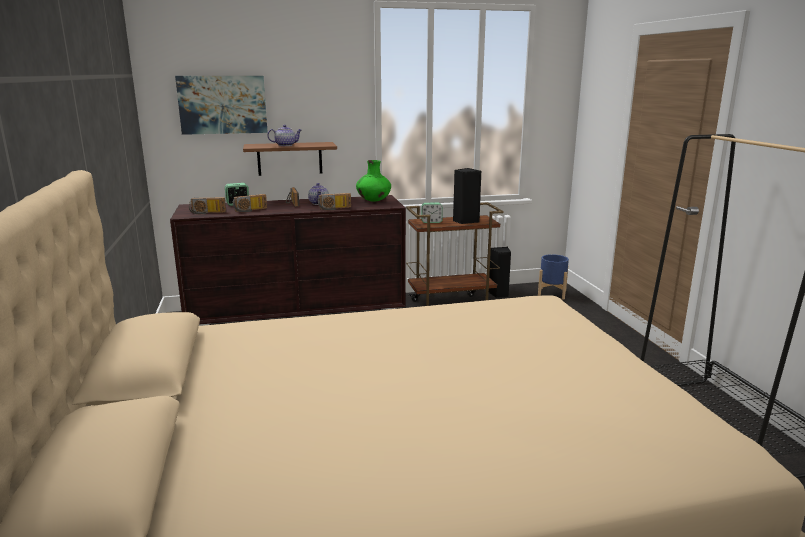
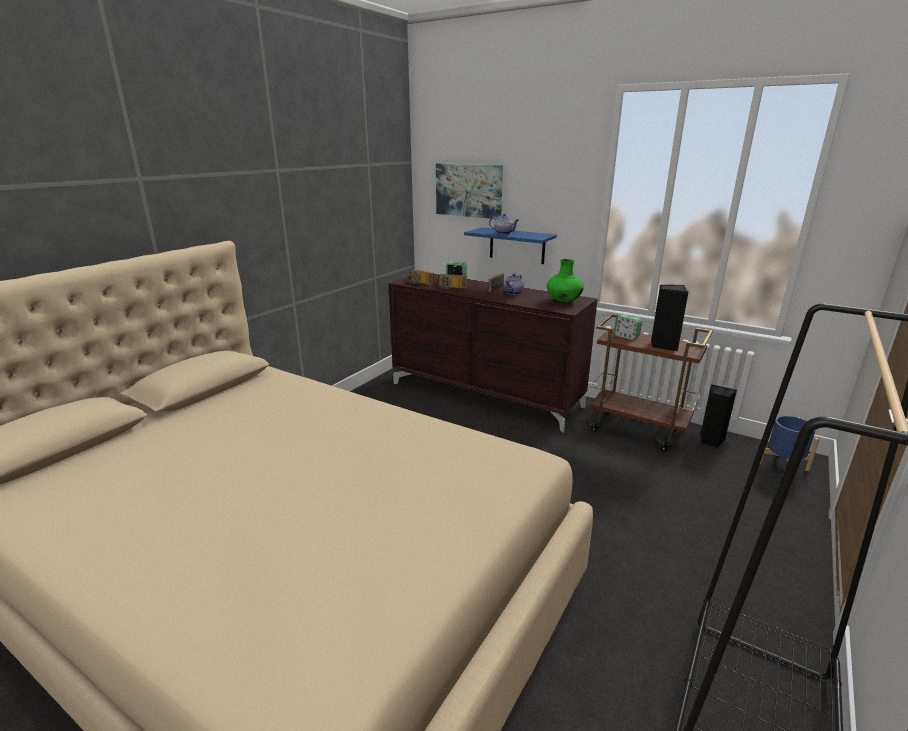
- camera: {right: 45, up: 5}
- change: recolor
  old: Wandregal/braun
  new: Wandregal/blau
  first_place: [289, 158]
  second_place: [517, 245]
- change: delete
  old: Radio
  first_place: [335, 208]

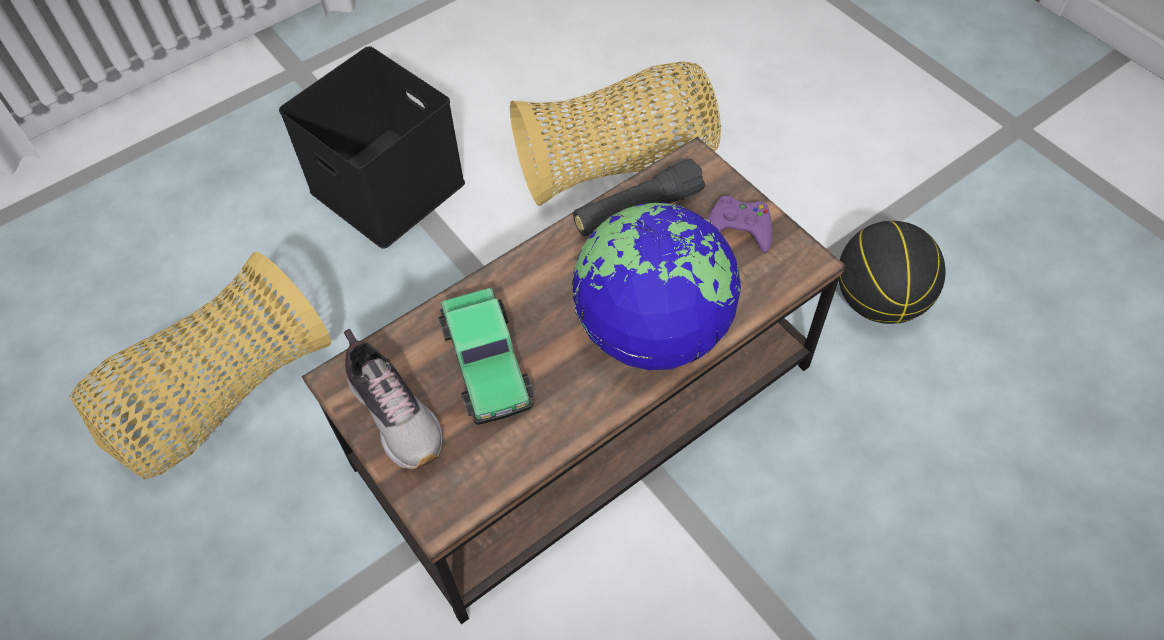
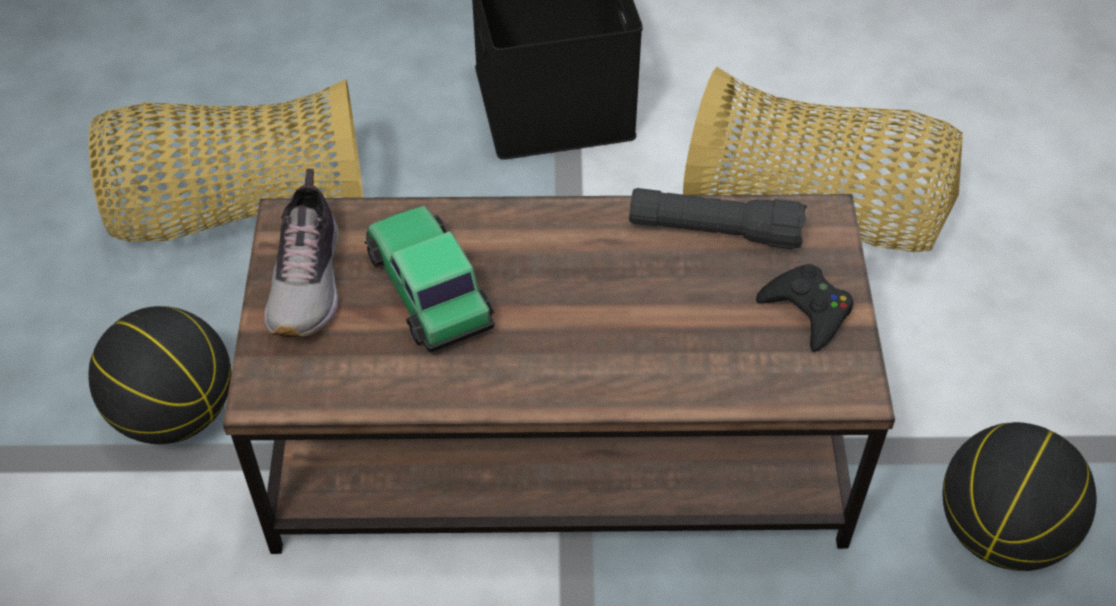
- camera: {right: 35, up: -5}
- change: insert
  new: Basketball
  second_place: [175, 414]
- change: rotate
  old: Spielzeugauto
  first_place: [486, 364]
  second_place: [428, 287]
  degrees: 135
- change: recolor
  old: Gamepad/lila
  new: Gamepad/schwarz
  first_place: [738, 228]
  second_place: [807, 311]
- change: delete
  old: Globus
  first_place: [652, 331]

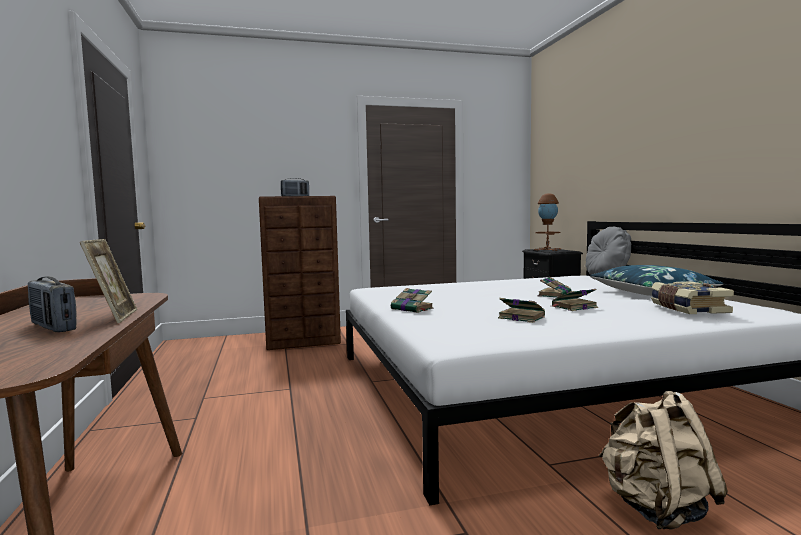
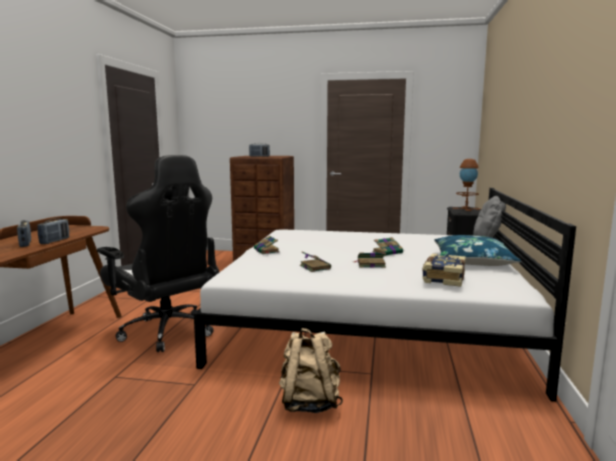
- camera: {right: 25, up: 5}
- change: replace
  old: Bilderrahmen
  new: Radio
  first_place: [114, 317]
  second_place: [55, 241]
- change: insert
  new: Bürostuhl/schwarz
  second_place: [164, 330]

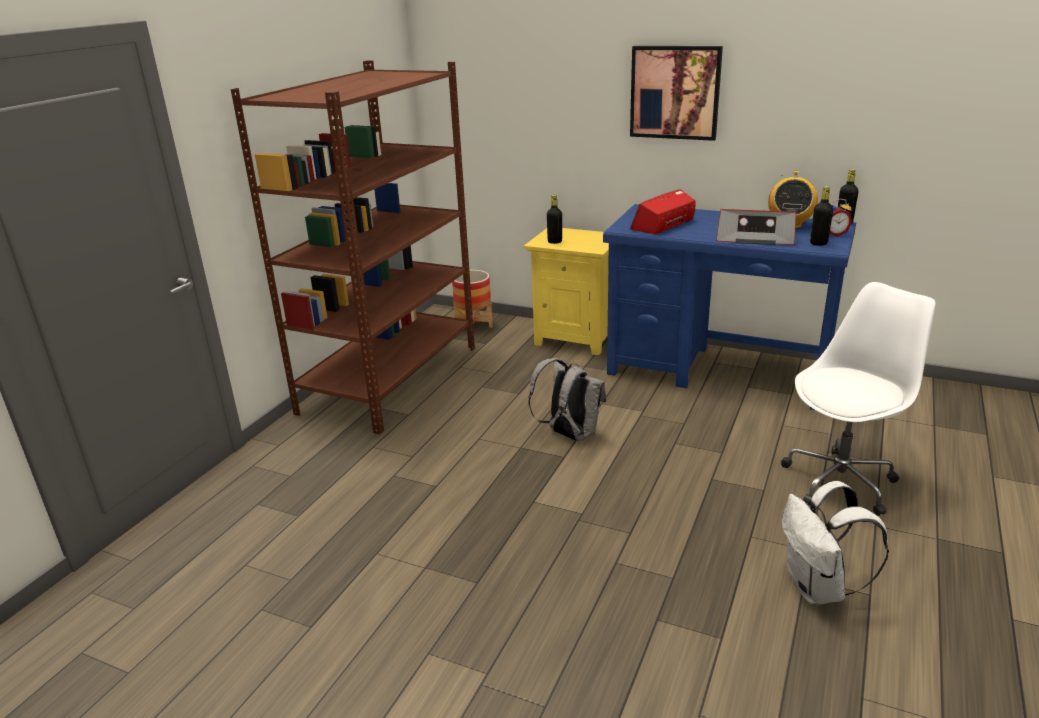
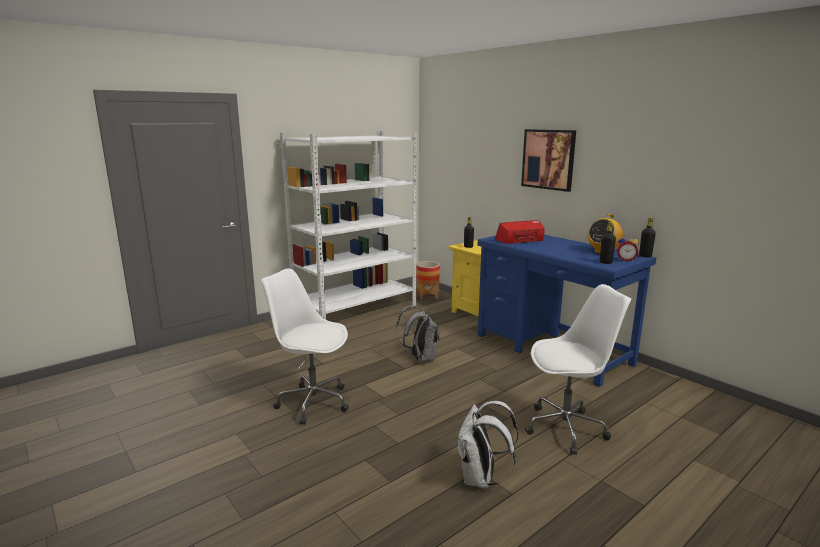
- camera: {right: 25, up: -10}
- change: insert
  new: Bürostuhl/weiß
  second_place: [312, 402]
- change: recolor
  old: Bücherregal/braun
  new: Bücherregal/weiß
  first_place: [390, 379]
  second_place: [356, 311]
- change: delete
  old: Radio
  first_place: [755, 238]

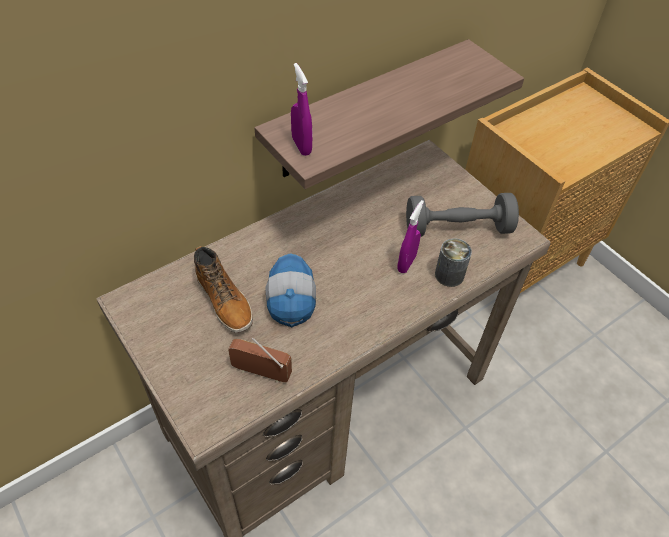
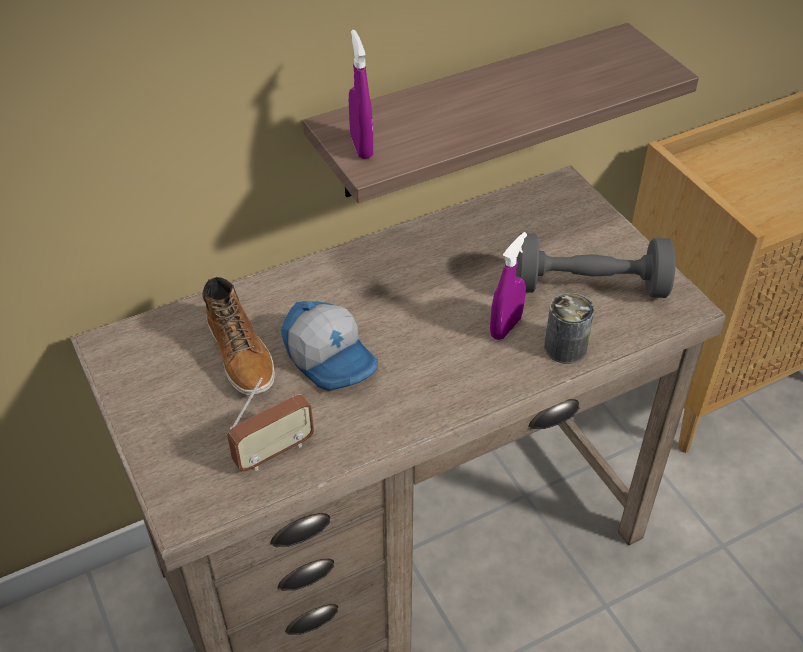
- camera: {right: 10, up: -5}
- change: rotate
  old: Radio
  first_place: [261, 373]
  second_place: [274, 452]
  degrees: 120
- change: rotate
  old: Kappe
  first_place: [289, 296]
  second_place: [331, 357]
  degrees: 135

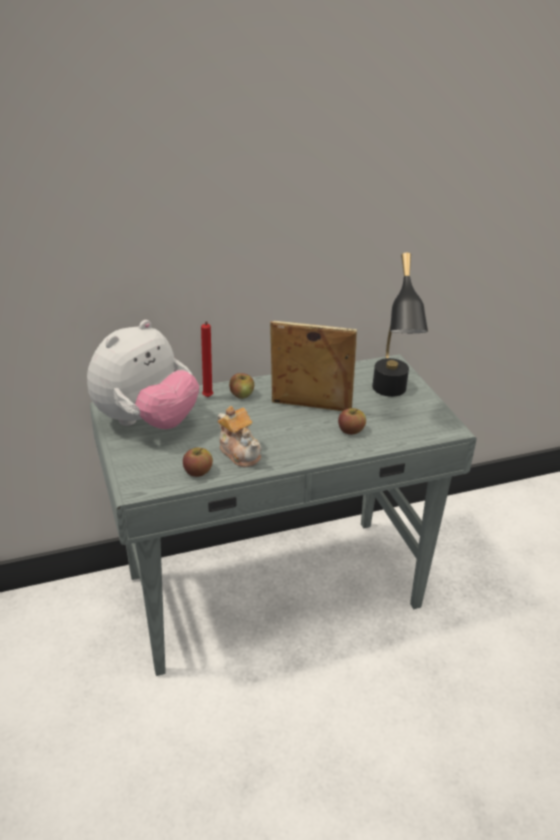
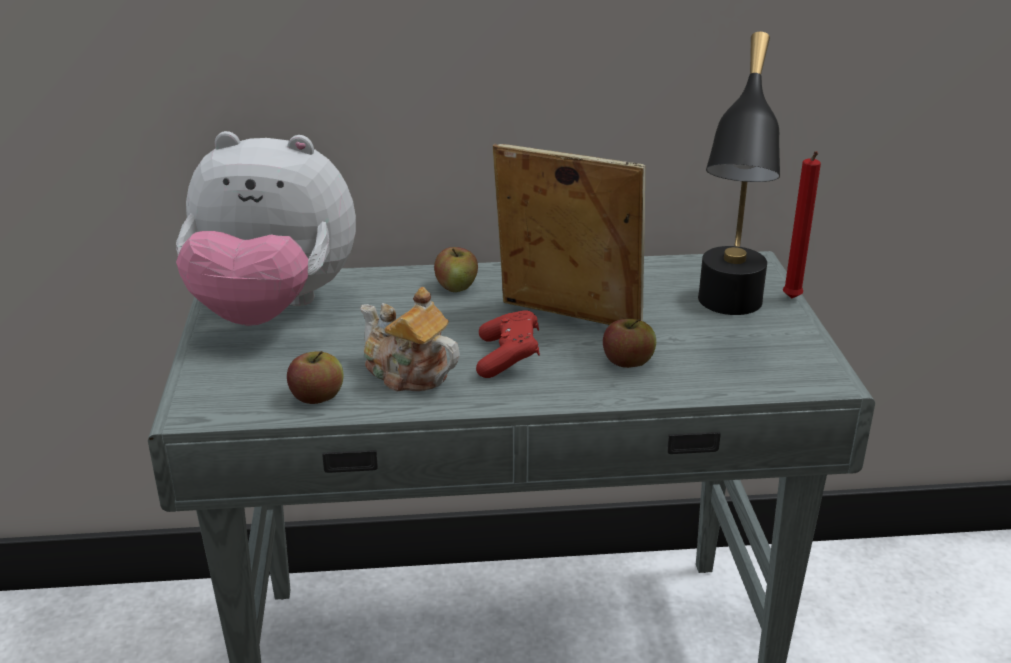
- camera: {right: 15, up: -5}
- change: rotate
  old: Plüschtier
  first_place: [146, 422]
  second_place: [272, 310]
  degrees: 45
- change: rotate
  old: Teekanne
  first_place: [240, 452]
  second_place: [407, 374]
  degrees: 150
- change: insert
  new: Gamepad/rot
  second_place: [508, 358]
- change: move
  old: Kerze/rot
  first_place: [207, 398]
  second_place: [791, 300]

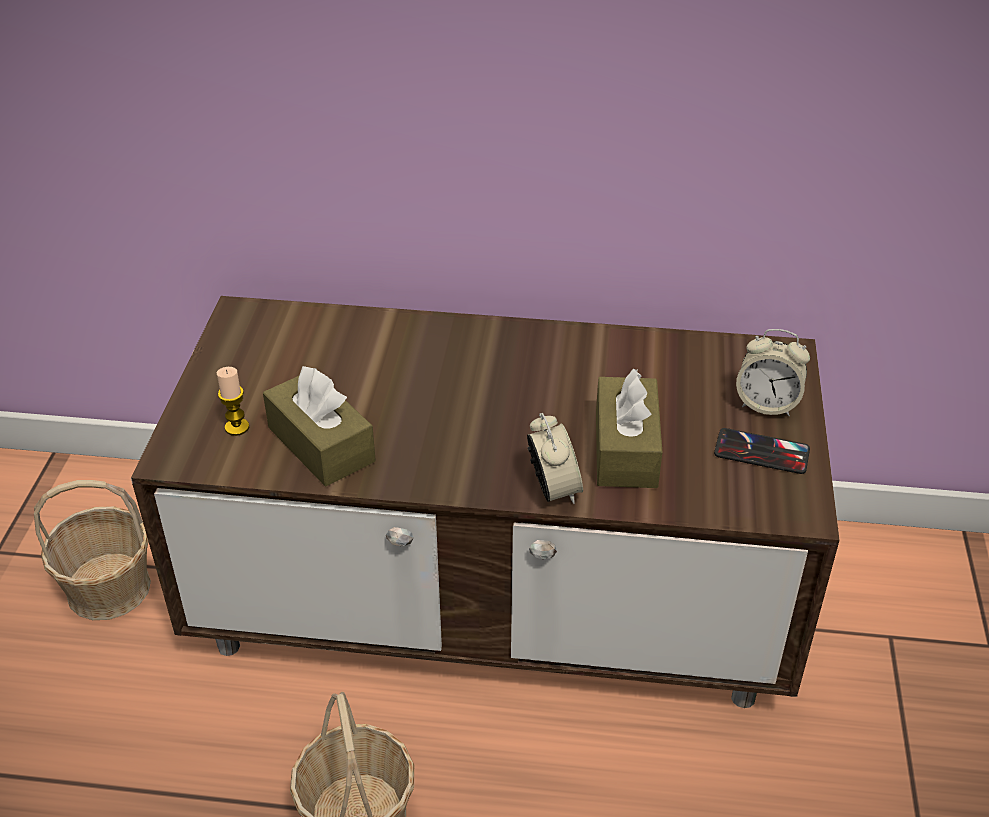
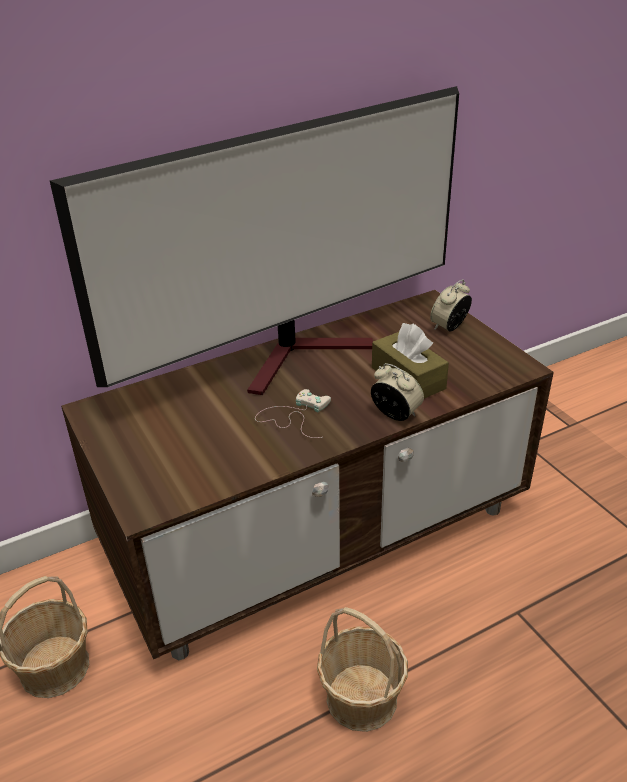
- camera: {right: -35, up: -5}
- change: insert
  new: Fernseher
  second_place: [303, 354]
- change: insert
  new: Gamepad/weiß
  second_place: [294, 416]
- change: rotate
  old: Wecker
  first_place: [767, 404]
  second_place: [449, 327]
  degrees: 150
- change: delete
  old: Kerze
  first_place: [237, 427]
- change: delete
  old: Taschentuchbox/braun
  first_place: [321, 444]
- change: delete
  old: Handy
  first_place: [761, 452]

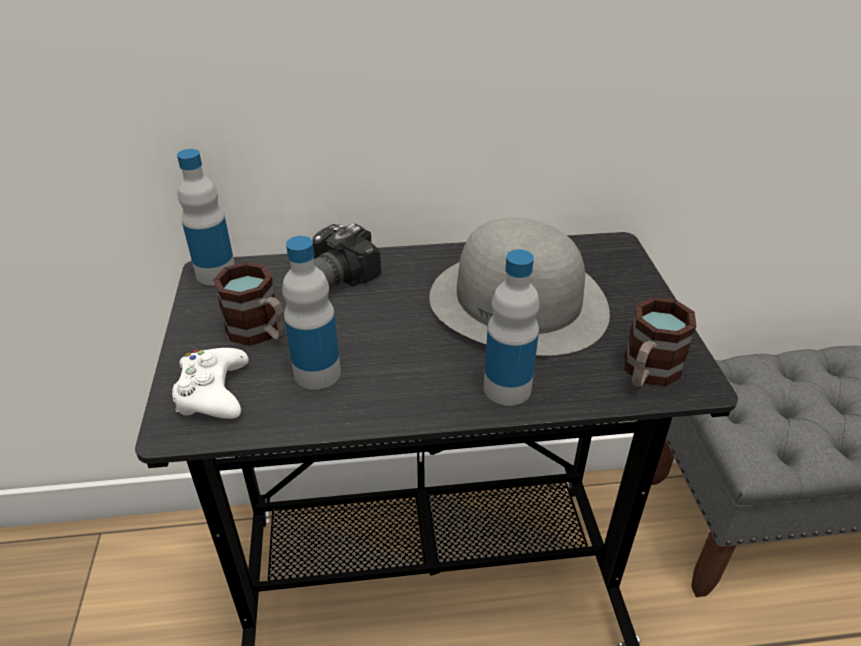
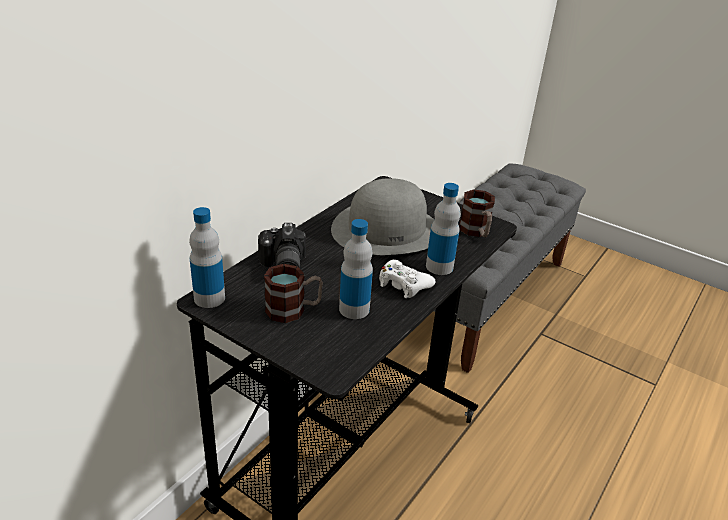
- camera: {right: -50, up: -5}
- change: move
  old: Gamepad/weiß
  first_place: [213, 392]
  second_place: [403, 284]

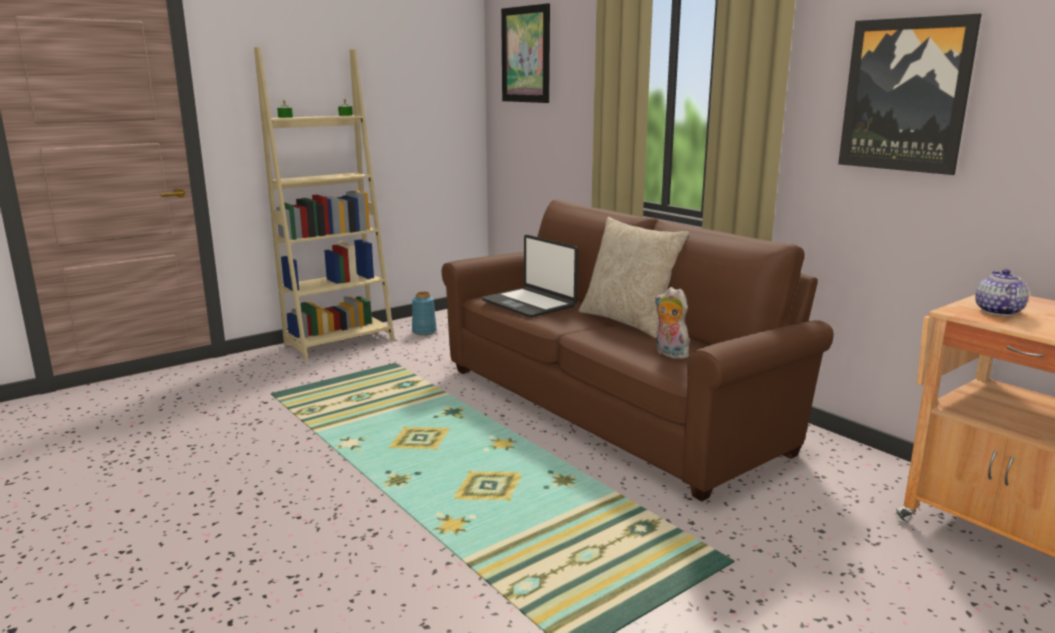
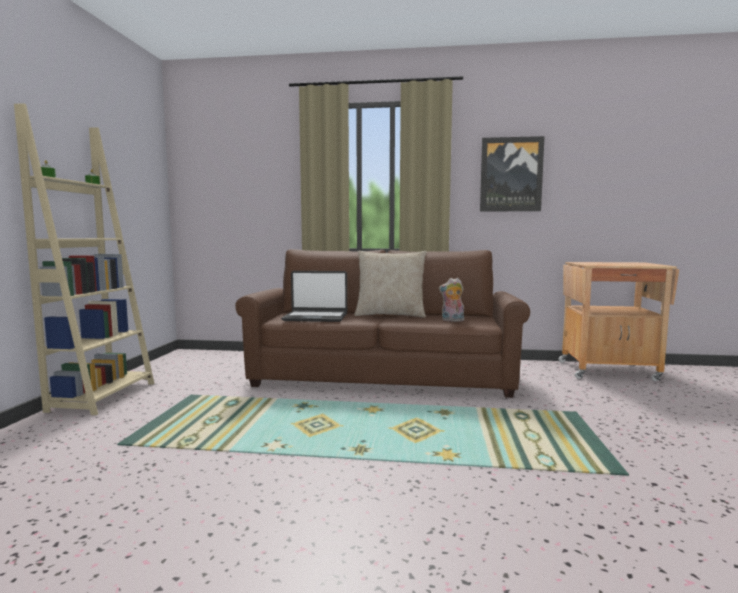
- camera: {right: -45, up: -10}
- change: delete
  old: Vase/blau
  first_place: [424, 331]
- change: delete
  old: Bild
  first_place: [525, 54]
- change: delete
  old: Teekanne
  first_place: [997, 311]

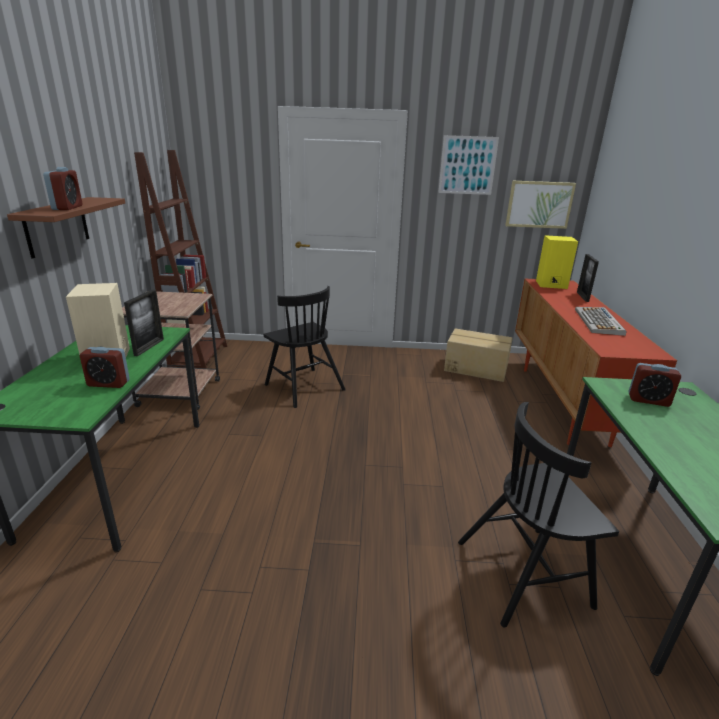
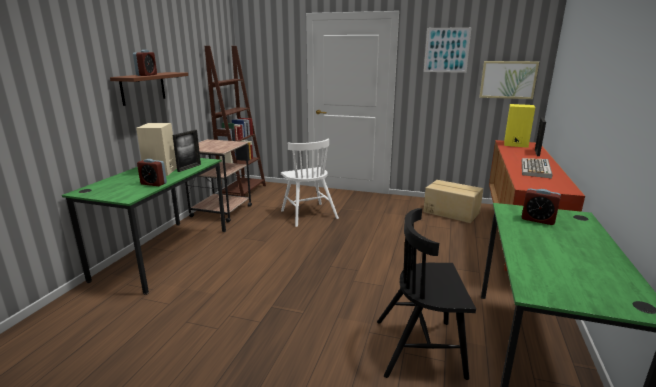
- camera: {right: 15, up: -5}
- change: recolor
  old: Stuhl/schwarz
  new: Stuhl/weiß
  first_place: [302, 385]
  second_place: [307, 213]

